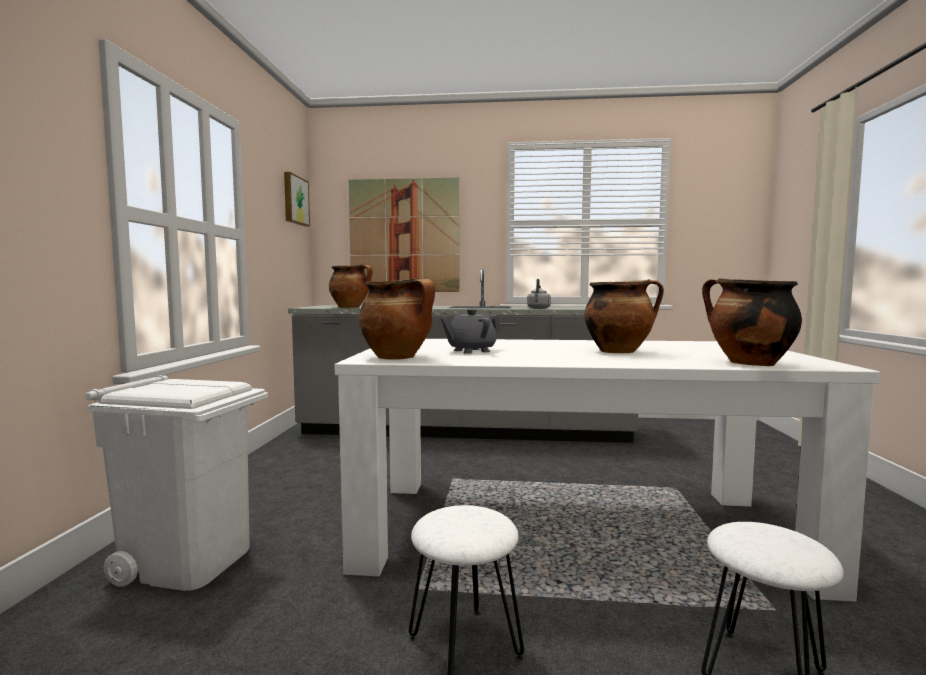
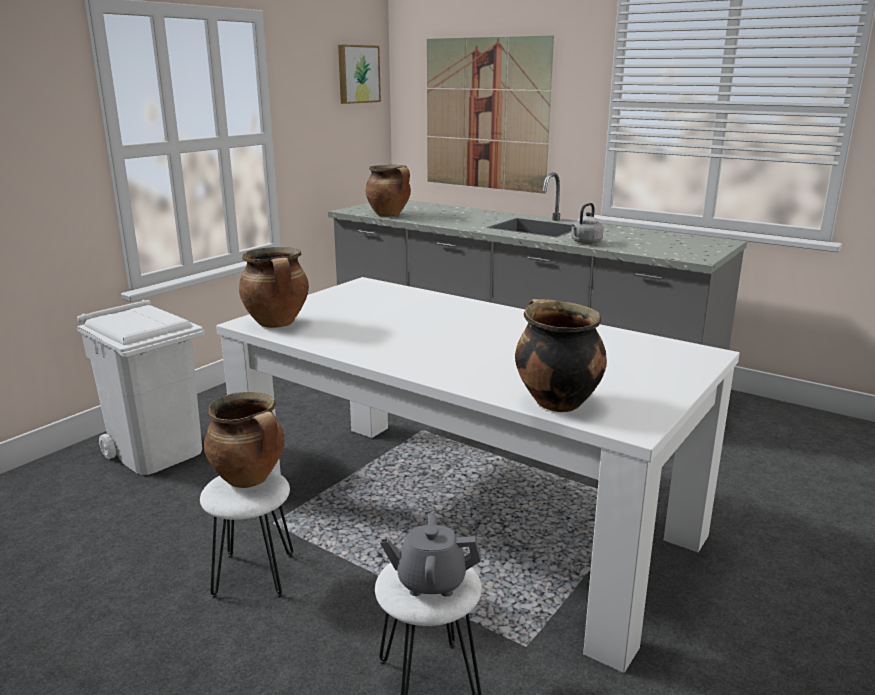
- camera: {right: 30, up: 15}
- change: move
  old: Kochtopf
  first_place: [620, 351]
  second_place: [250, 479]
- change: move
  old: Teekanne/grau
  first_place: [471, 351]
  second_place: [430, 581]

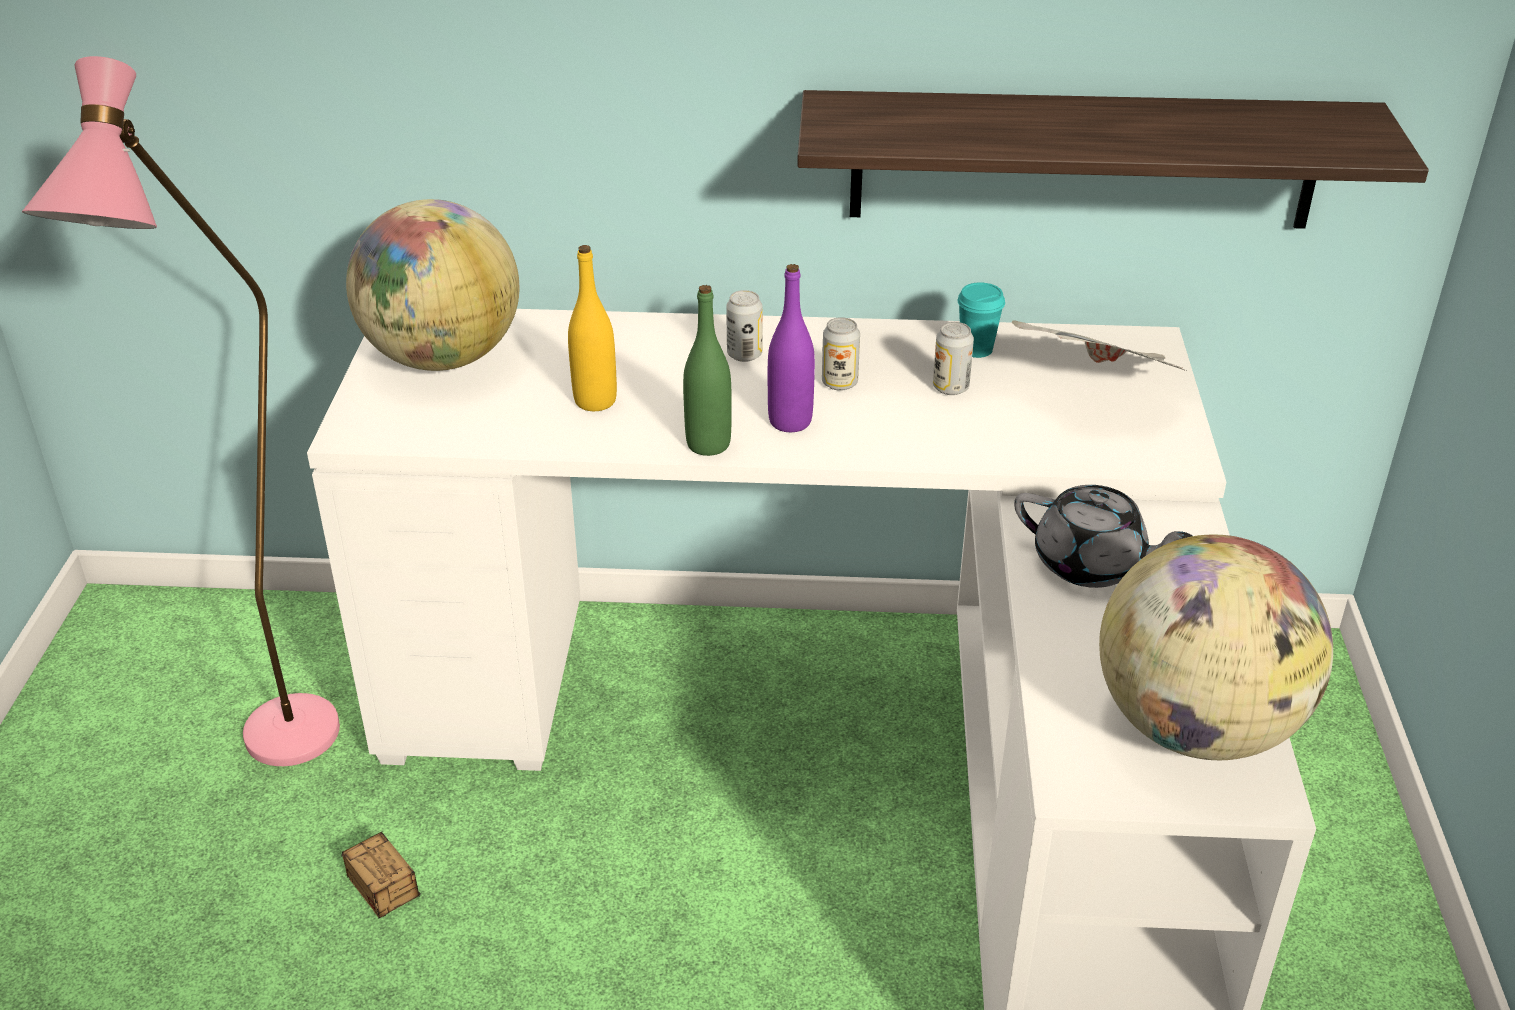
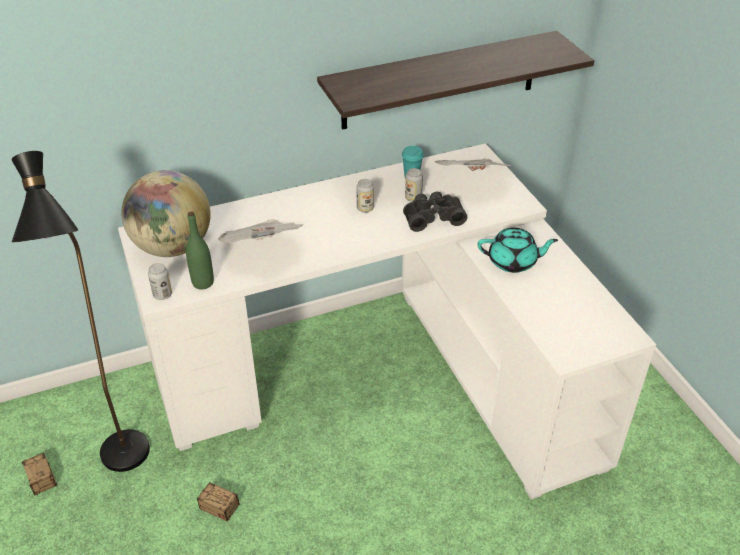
- camera: {right: -25, up: 5}
- change: recolor
  old: Stehlampe/rosa
  new: Stehlampe/schwarz
  first_place: [281, 759]
  second_place: [128, 466]
- change: insert
  new: Aufbewahrungsbox
  second_place: [47, 496]
- change: move
  old: Dose
  first_place: [744, 354]
  second_place: [162, 295]
- change: move
  old: Flasche/grün
  first_place: [708, 444]
  second_place: [203, 283]
- change: replace
  old: Flasche/gelb
  new: Zeitung
  first_place: [595, 401]
  second_place: [262, 248]
- change: insert
  new: Fernglas/schwarz
  second_place: [432, 217]
- change: recolor
  old: Teekanne/grau
  new: Teekanne/türkis
  first_place: [1091, 564]
  second_place: [513, 262]
- change: delete
  old: Flasche/lila
  first_place: [790, 421]
- change: delete
  old: Globus
  first_place: [1196, 727]

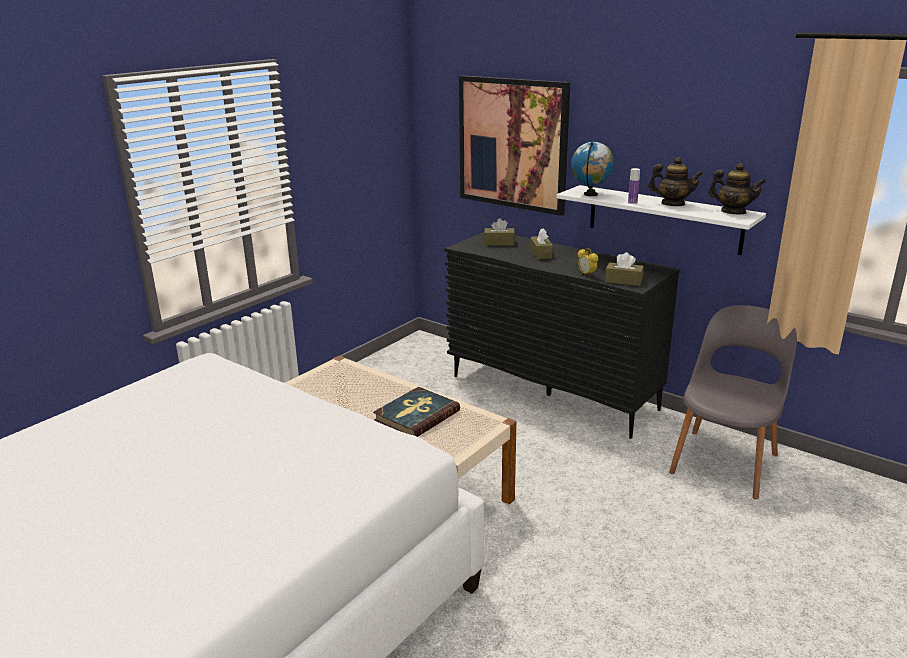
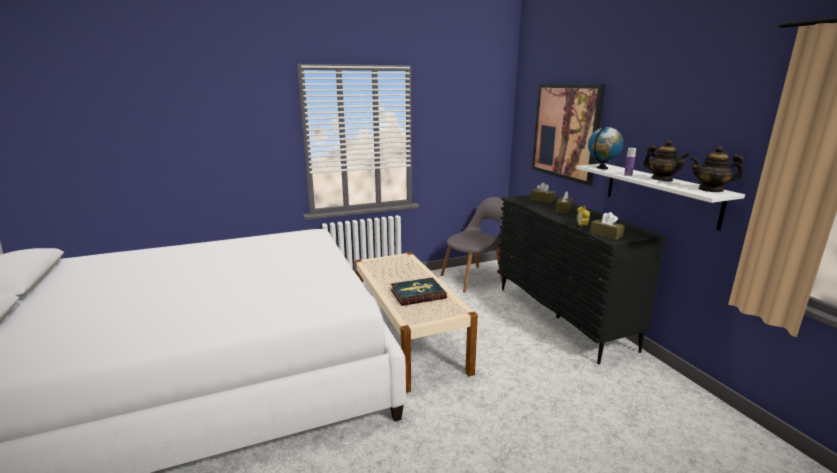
- camera: {right: 30, up: -5}
- change: move
  old: Stuhl/grau
  first_place: [725, 461]
  second_place: [474, 278]
- change: rotate
  old: Teekanne
  first_place: [733, 212]
  second_place: [711, 189]
  degrees: 135

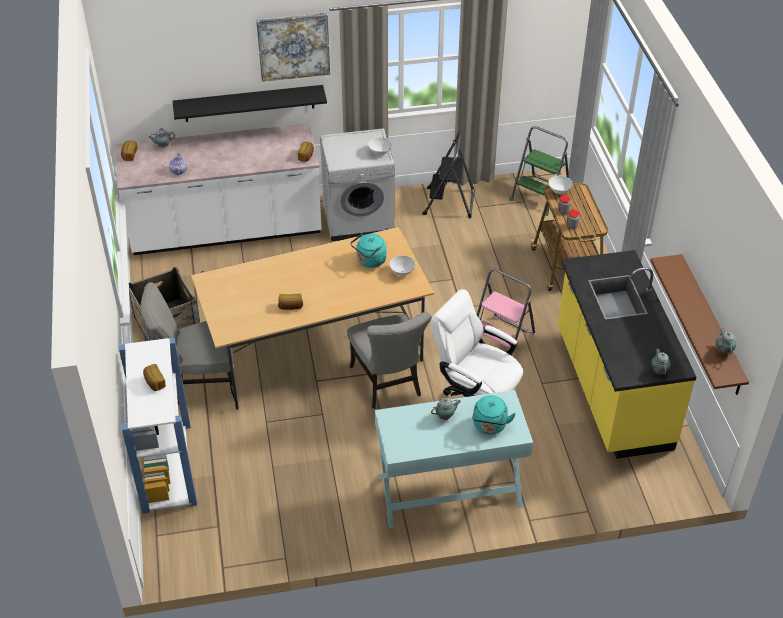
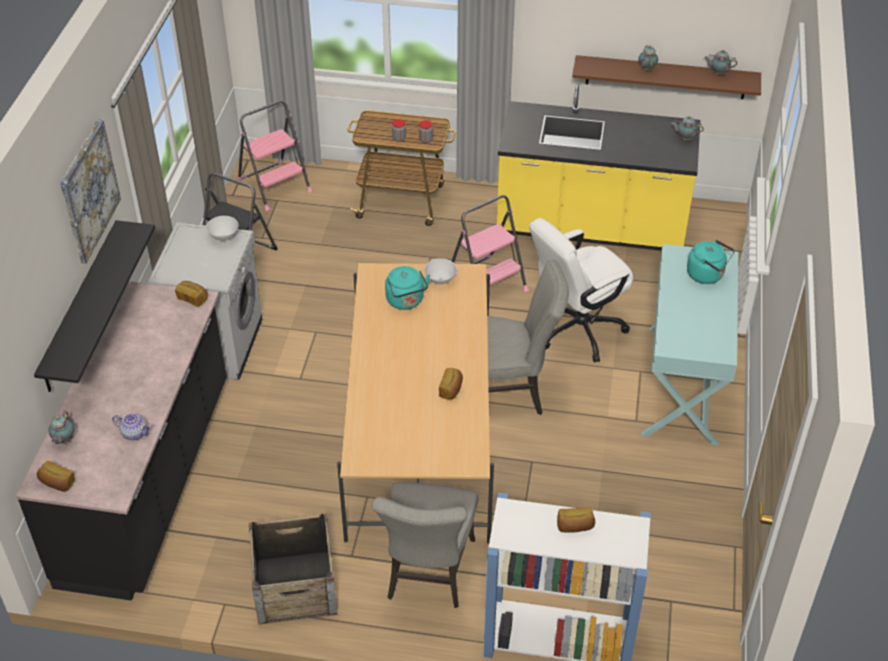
- camera: {right: -70, up: 0}
- change: recolor
  old: Küchenzeile/weiß
  new: Küchenzeile/schwarz
  first_place: [226, 230]
  second_place: [148, 482]
- change: recolor
  old: Trittleiter/grün
  new: Trittleiter/rosa
  first_place: [541, 194]
  second_place: [273, 183]
- change: move
  old: Teekanne
  first_place: [445, 416]
  second_place: [647, 69]
- change: delete
  old: Schüssel/weiß
  first_place: [559, 191]

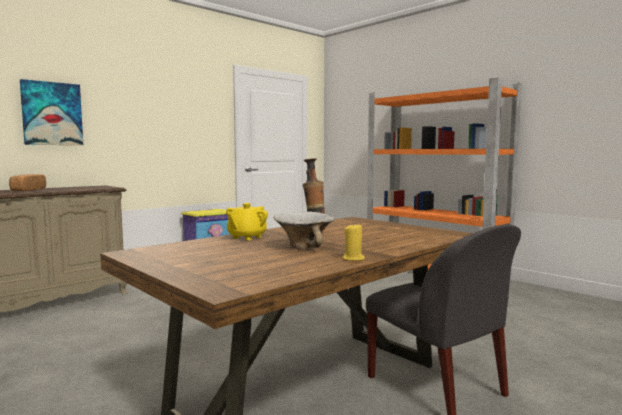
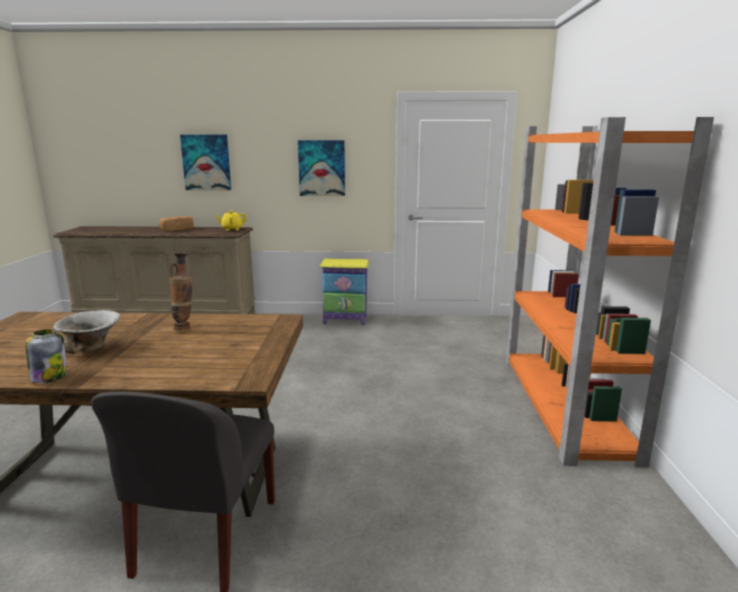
- camera: {right: 45, up: 10}
- change: replace
  old: Kerze/gelb
  new: Vorratsglas
  first_place: [353, 259]
  second_place: [49, 377]
- change: move
  old: Teekanne/gelb
  first_place: [246, 237]
  second_place: [232, 229]
- change: insert
  new: Bild
  second_place: [322, 168]

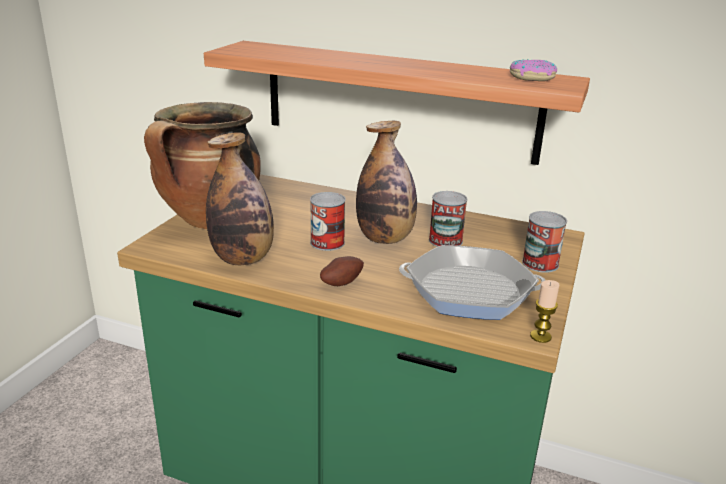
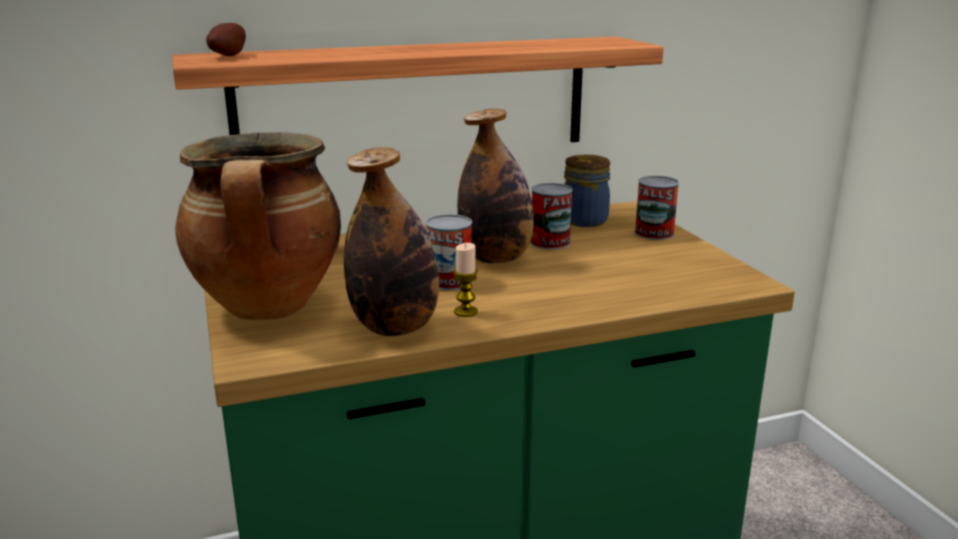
- camera: {right: -40, up: -5}
- change: move
  old: Kartoffel
  first_place: [340, 282]
  second_place: [226, 56]
- change: move
  old: Kerze
  first_place: [540, 336]
  second_place: [465, 312]
- change: insert
  new: Vorratsglas
  second_place: [585, 220]
- change: delete
  old: Pfanne
  first_place: [469, 291]
- change: delete
  old: Donut
  first_place: [532, 77]

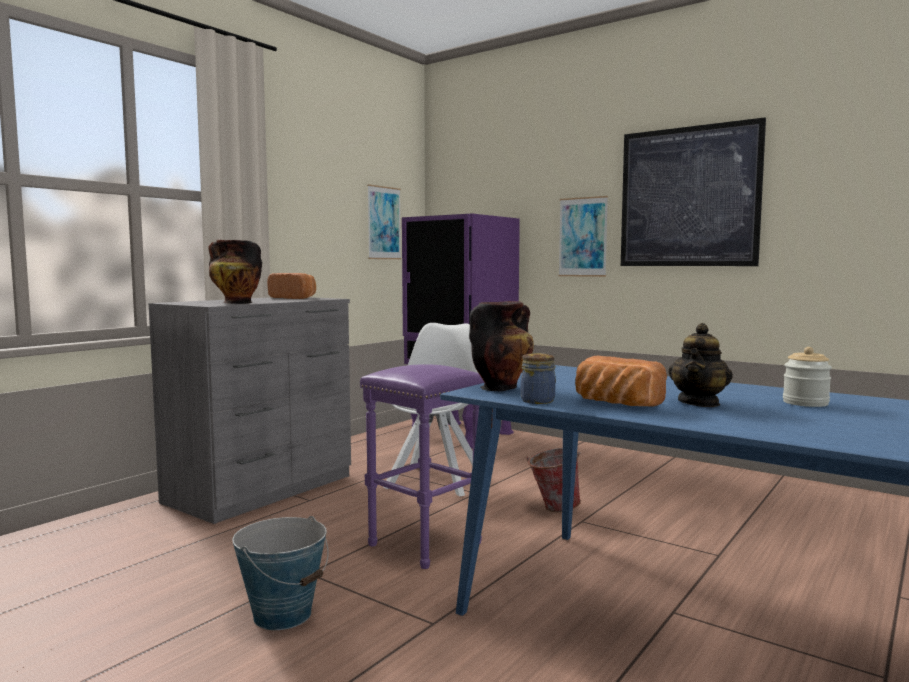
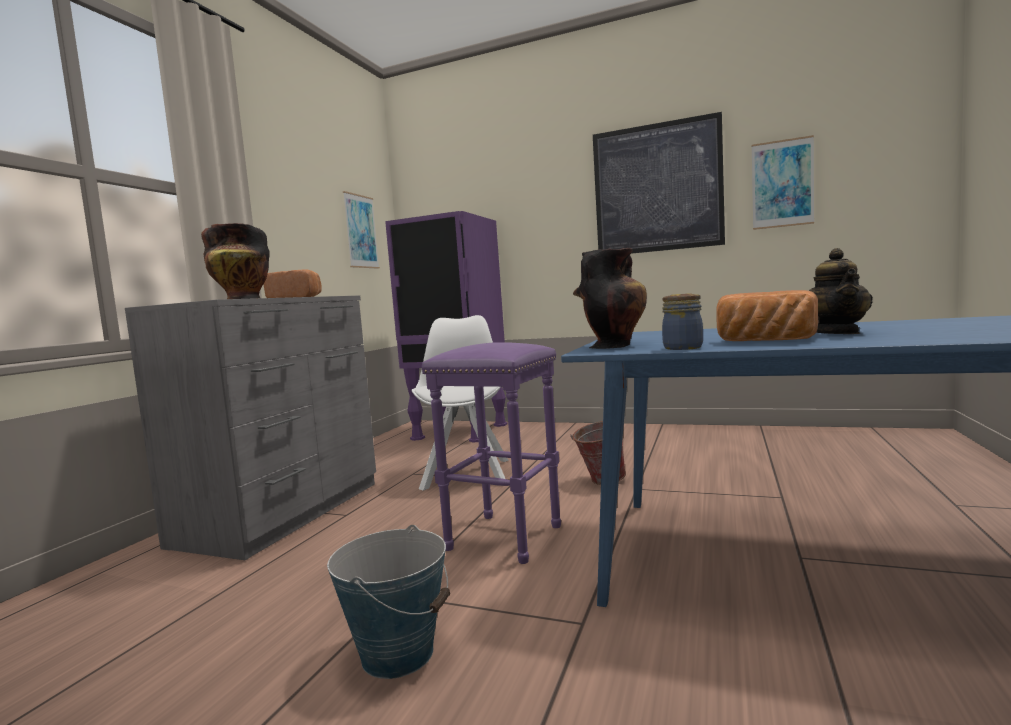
- camera: {right: -15, up: 0}
- change: move
  old: Bild
  first_place: [583, 237]
  second_place: [782, 184]
- change: delete
  old: Vorratsglas
  first_place: [805, 403]

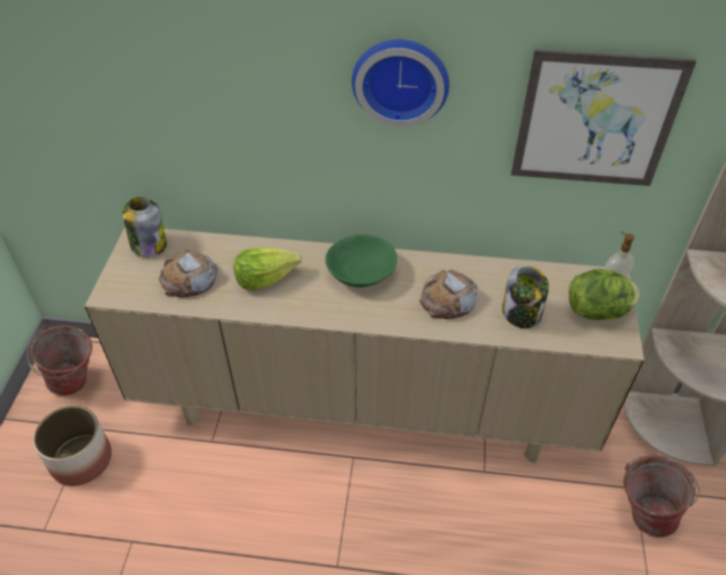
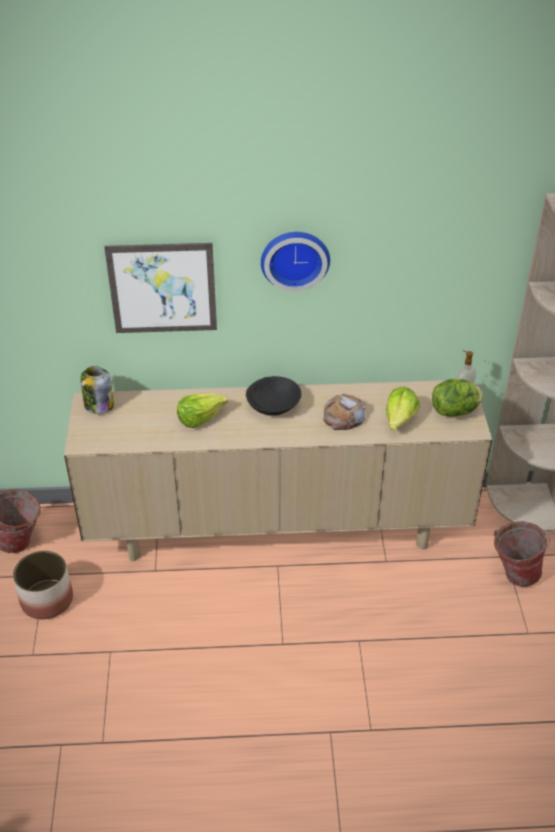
- camera: {right: -10, up: -5}
- change: move
  old: Bild
  first_place: [595, 120]
  second_place: [162, 288]
- change: recolor
  old: Schüssel/grün
  new: Schüssel/schwarz
  first_place: [361, 273]
  second_place: [273, 405]
- change: replace
  old: Vorratsglas
  new: Salatkopf
  first_place: [521, 313]
  second_place: [400, 419]
- change: delete
  old: Brot
  first_place: [189, 279]

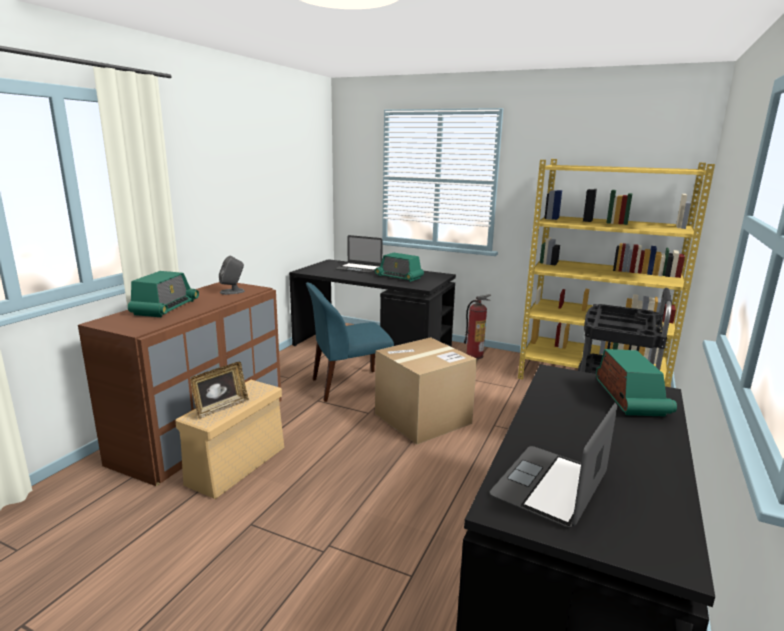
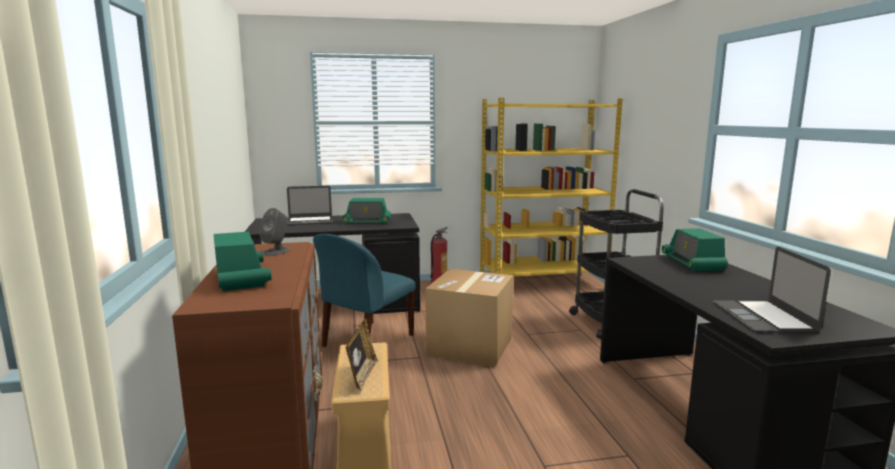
- camera: {right: -35, up: -5}
- change: rotate
  old: Radio
  first_place: [630, 398]
  second_place: [692, 263]
  degrees: -150

